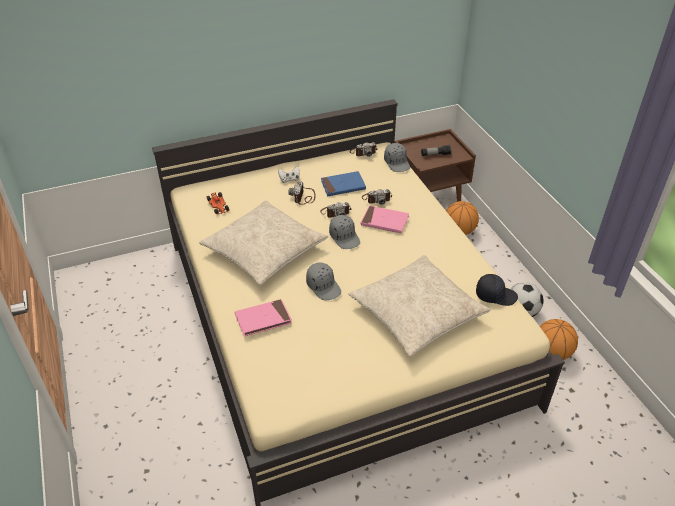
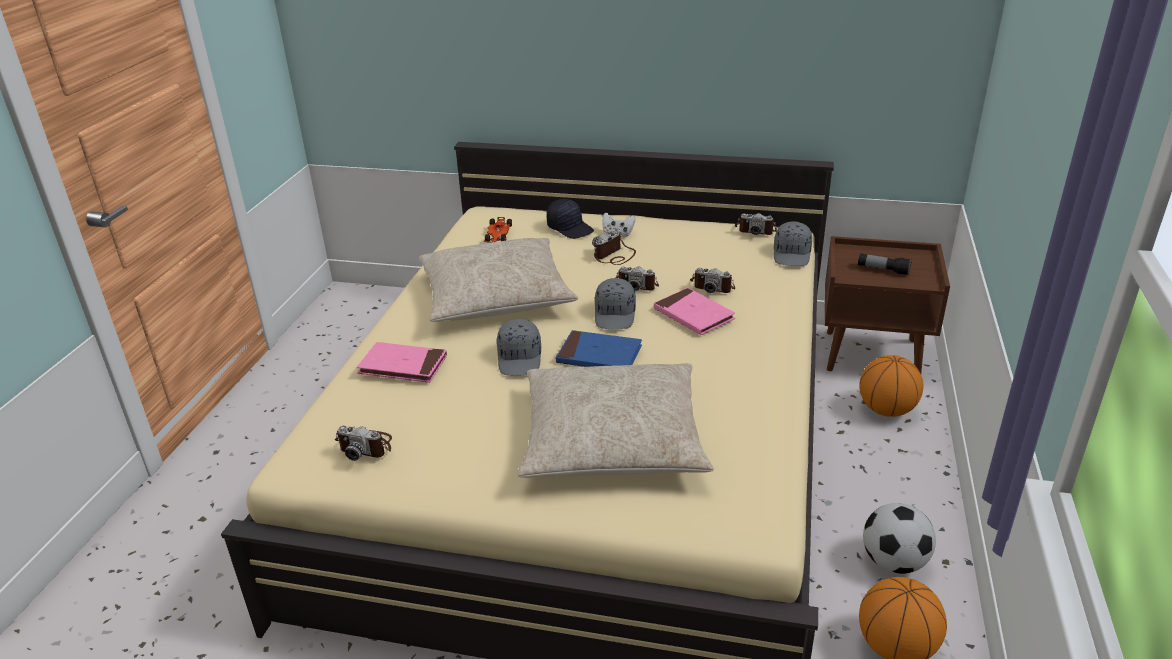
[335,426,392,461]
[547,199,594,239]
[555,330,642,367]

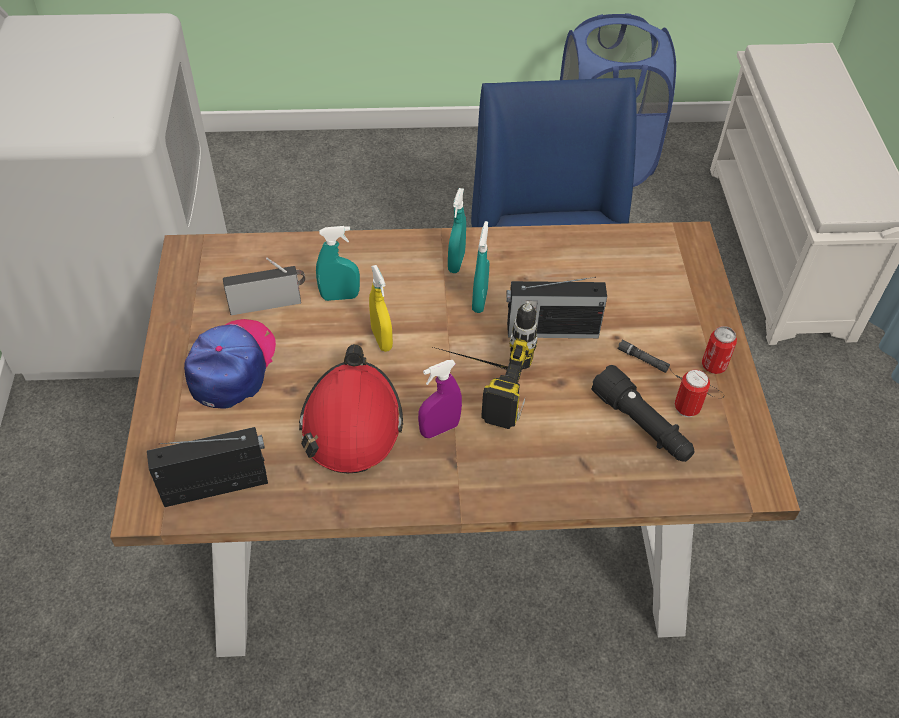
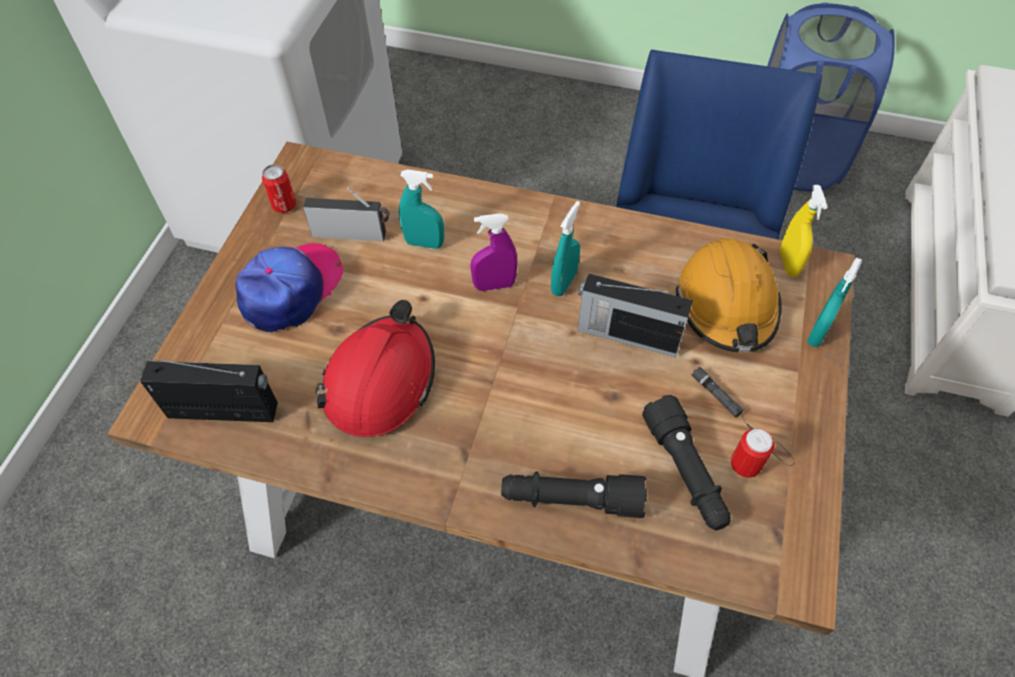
[262,164,296,213]
[470,213,518,291]
[501,471,647,518]
[676,238,782,352]
[780,185,827,277]
[807,257,862,347]
[433,301,538,429] (first image)

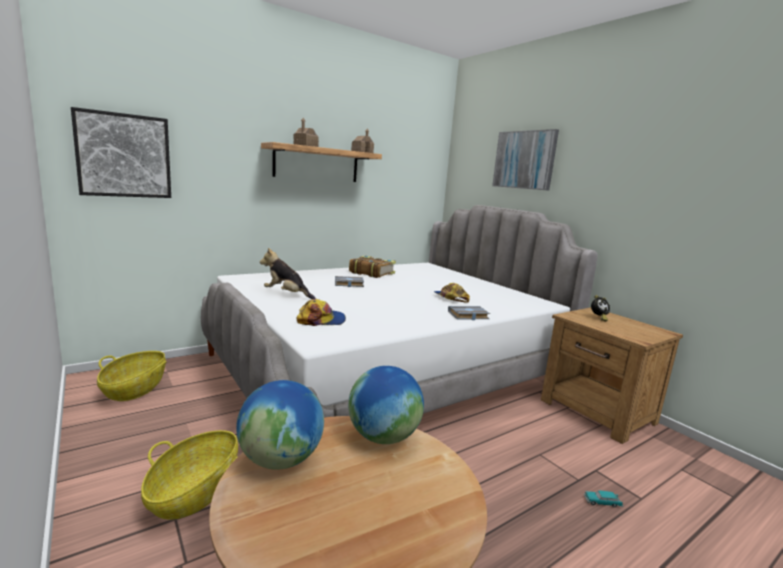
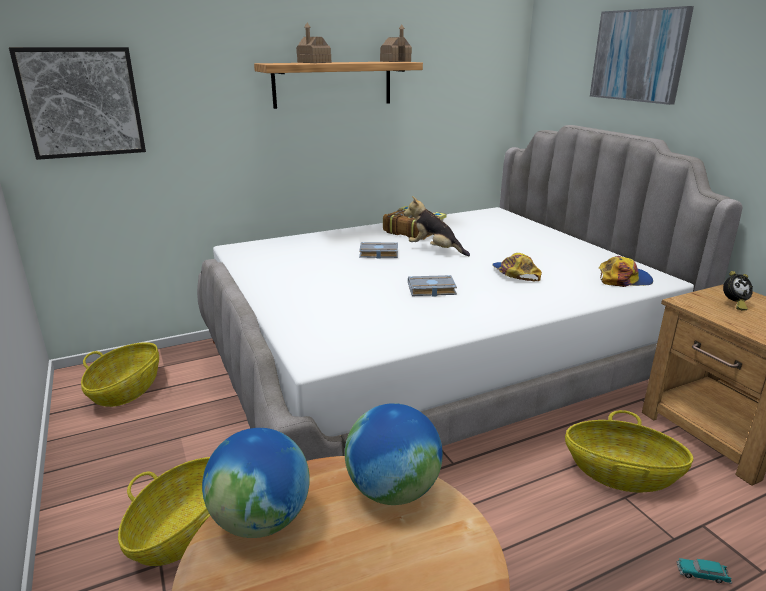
[404,196,470,256]
[408,275,457,297]
[565,410,693,493]
[599,256,653,287]

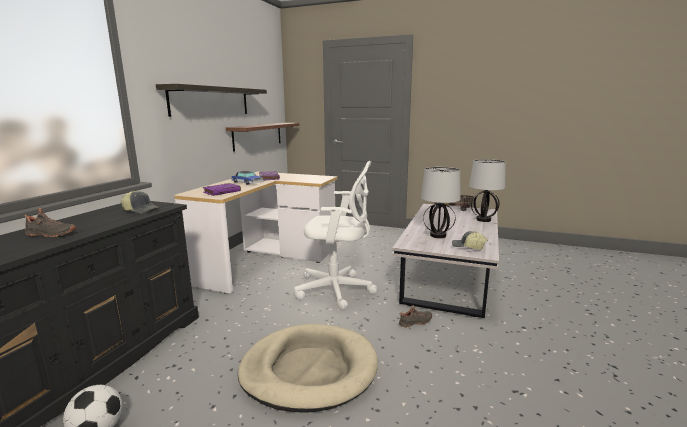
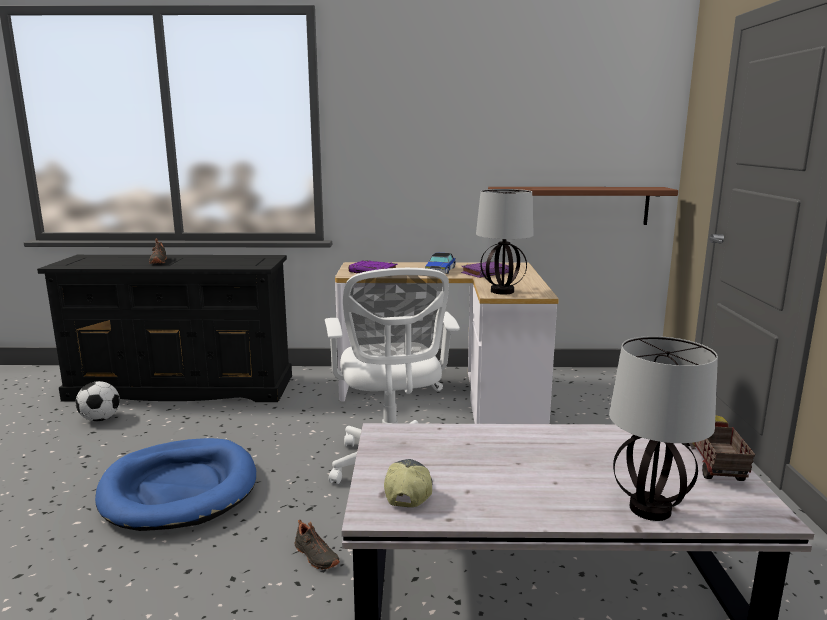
[95,438,256,531]
[476,189,534,294]
[121,191,160,214] (first image)
[156,84,267,117] (first image)

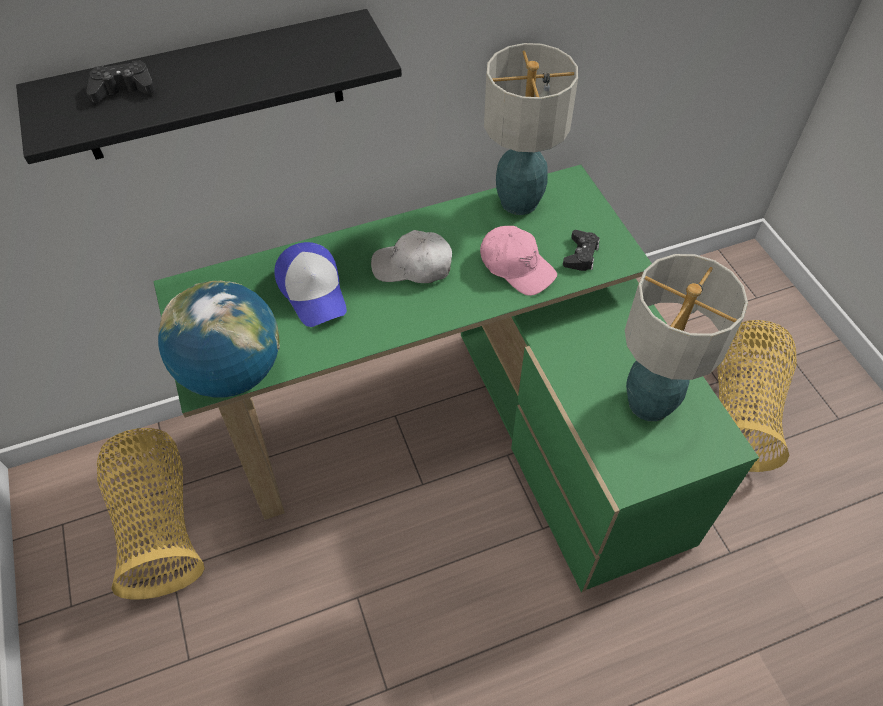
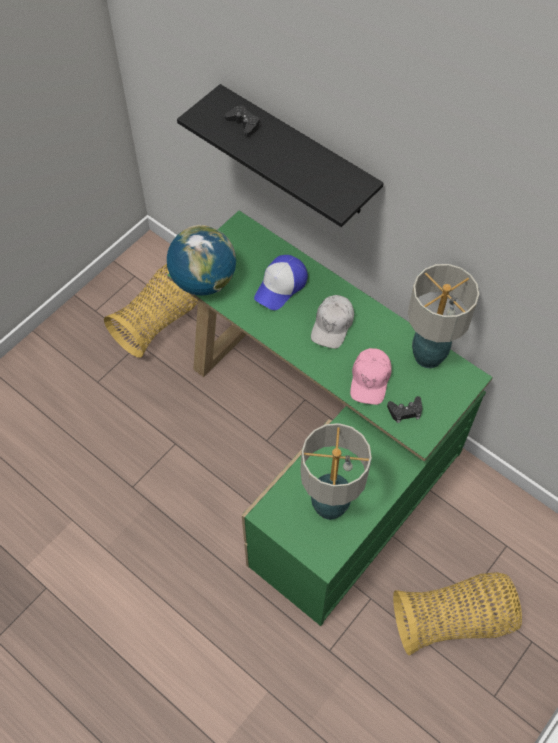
[311,295,354,349]

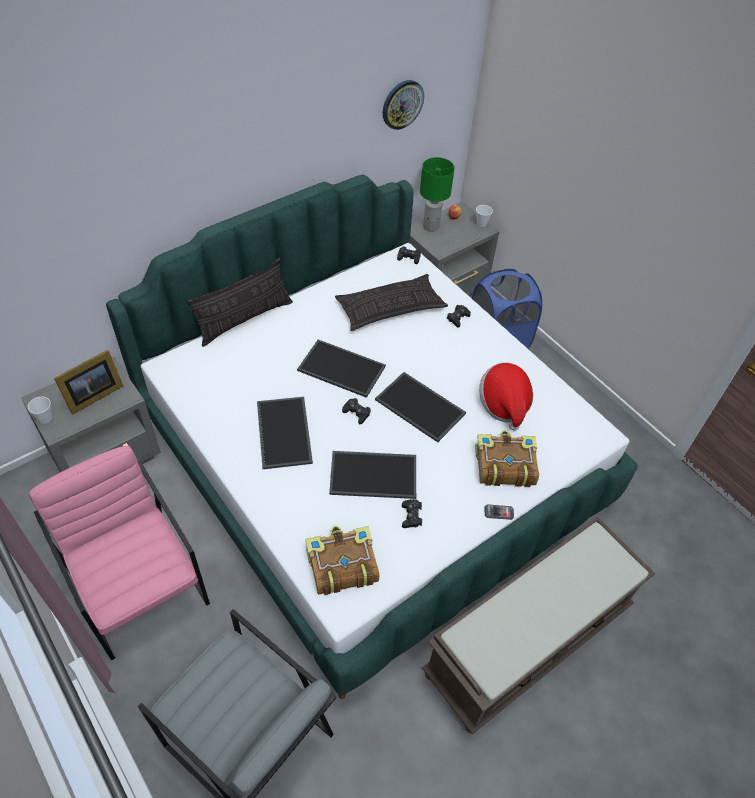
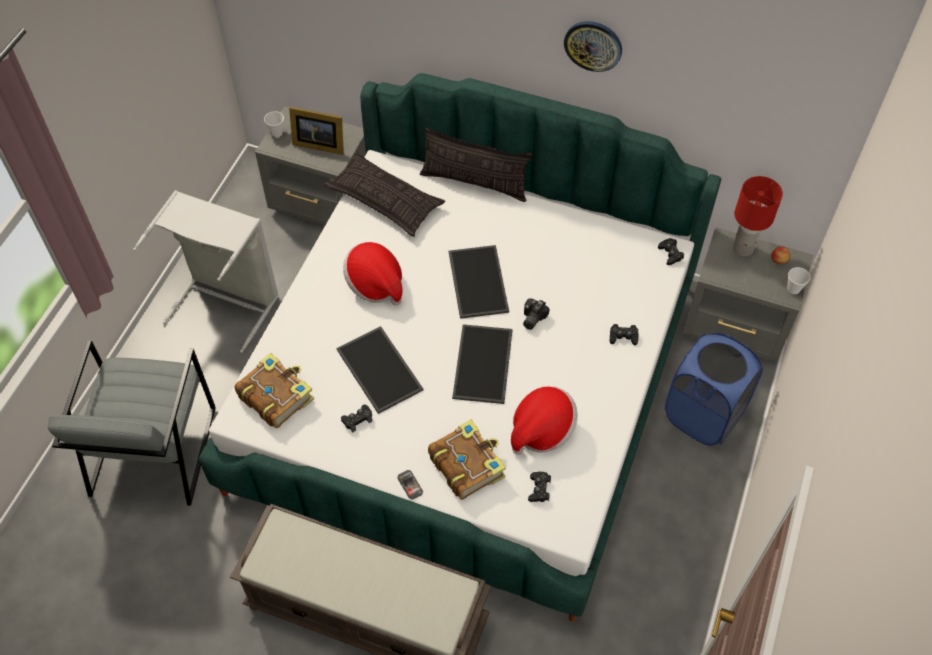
[133,190,279,353]
[324,153,445,237]
[343,242,403,306]
[523,298,549,330]
[528,472,551,502]
[564,21,622,72]
[733,176,783,257]

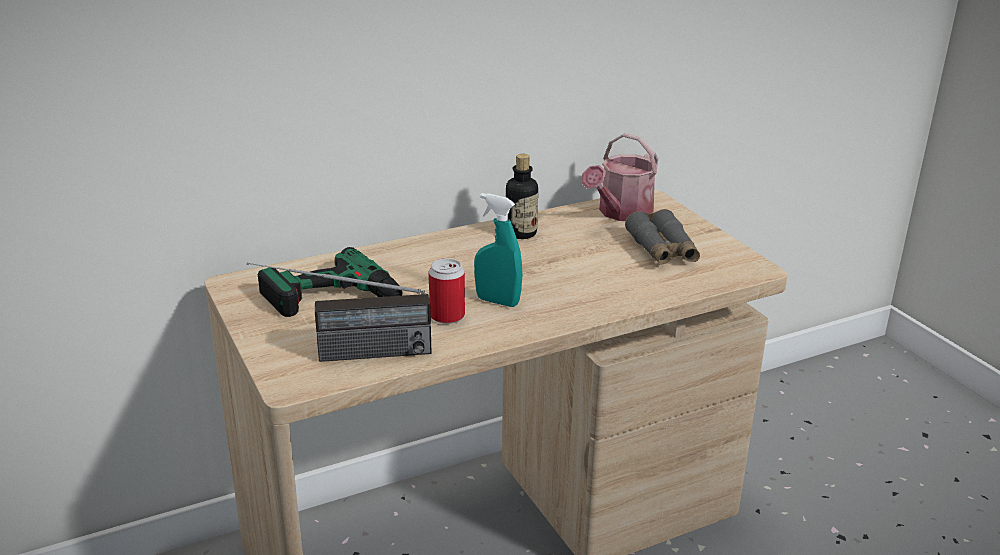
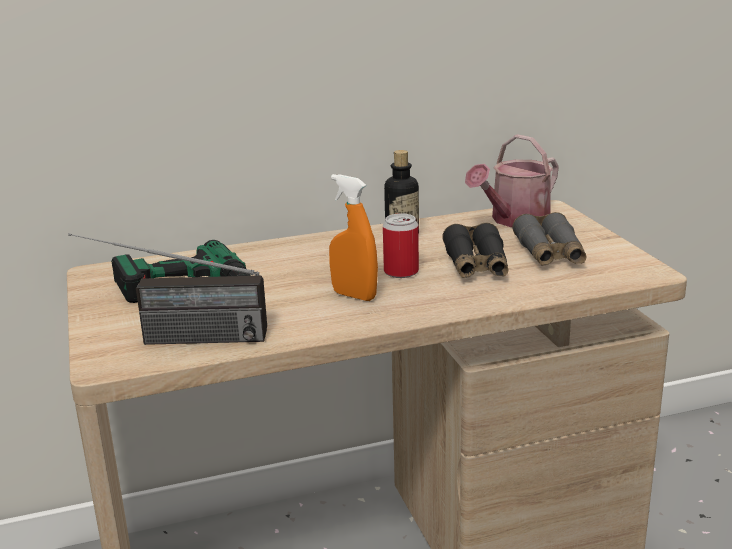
[329,174,378,301]
[383,213,419,278]
[442,222,508,278]

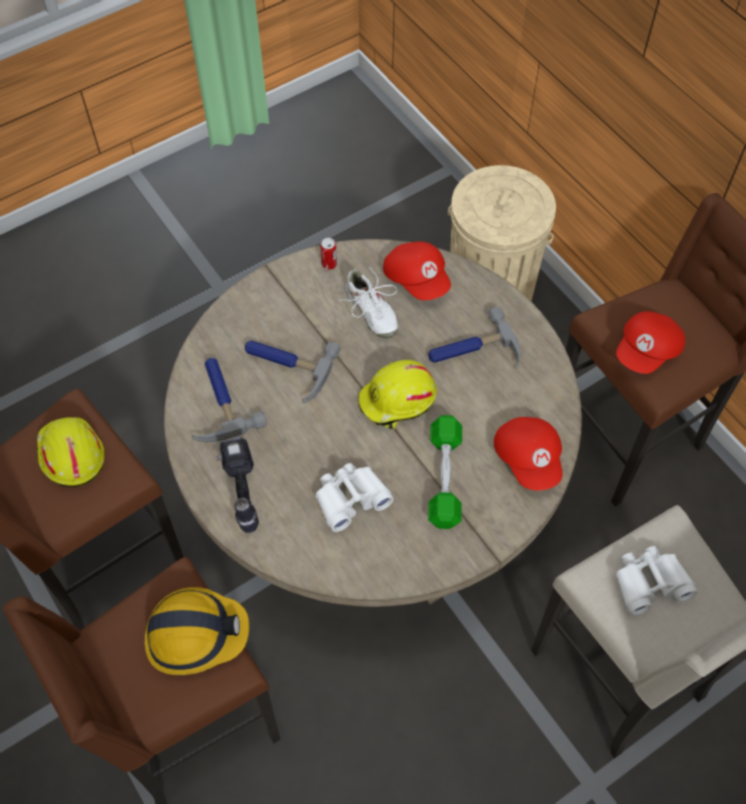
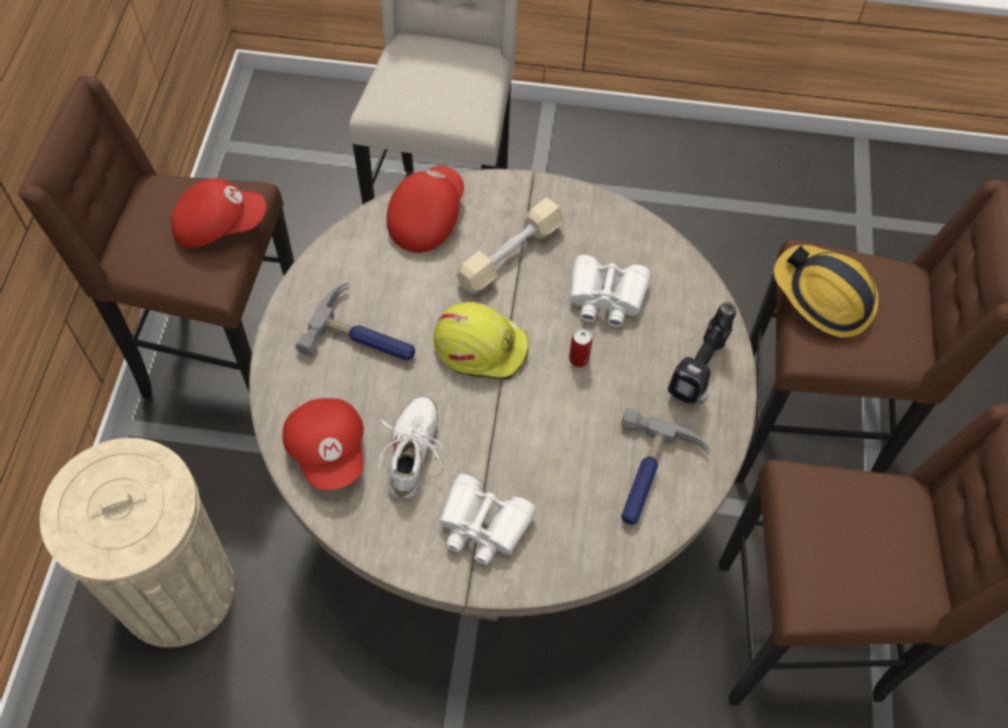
[283,398,364,490]
[439,474,536,565]
[456,197,564,294]
[569,328,593,367]
[37,417,104,487] (first image)
[245,340,341,404] (first image)

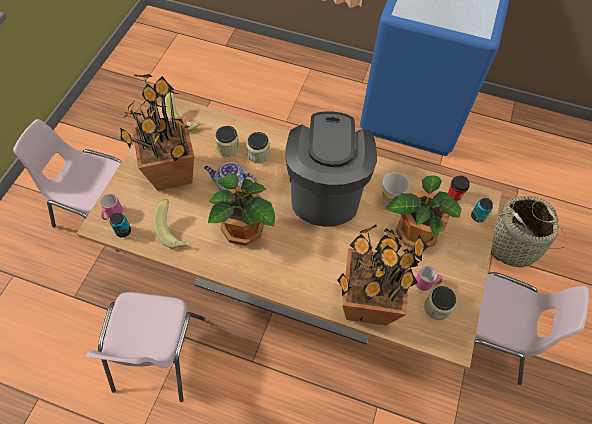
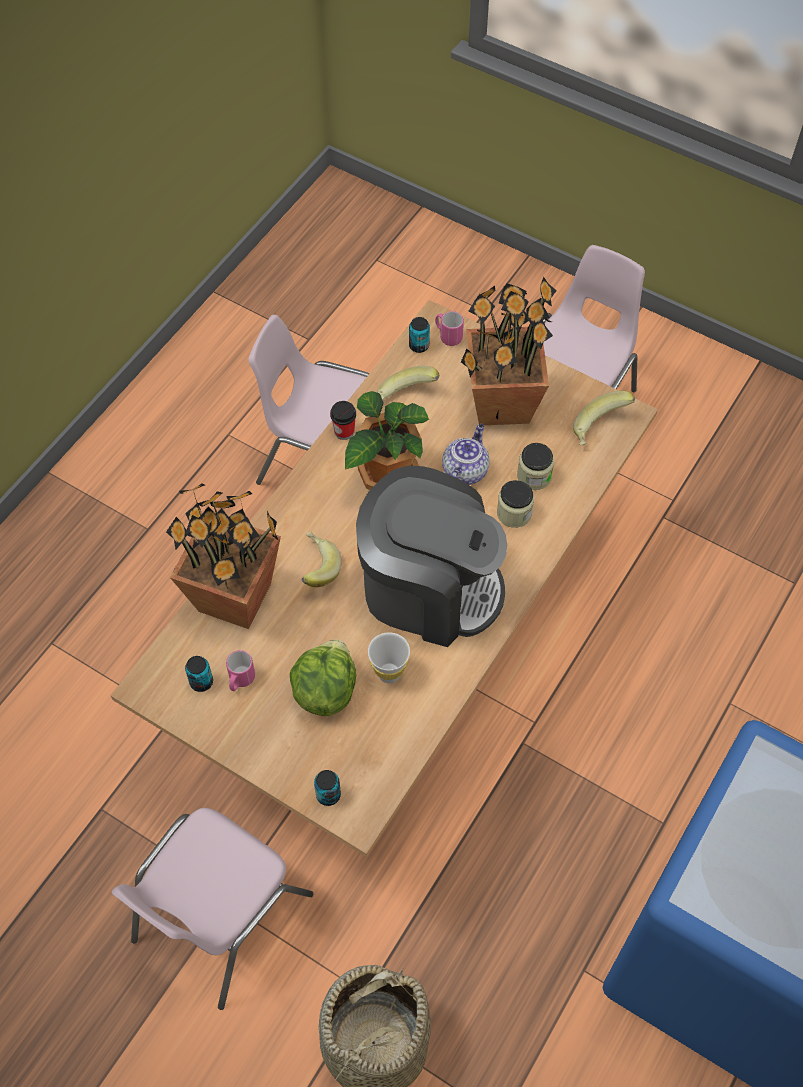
[185,656,213,692]
[290,639,356,716]
[302,531,342,588]
[330,401,356,440]

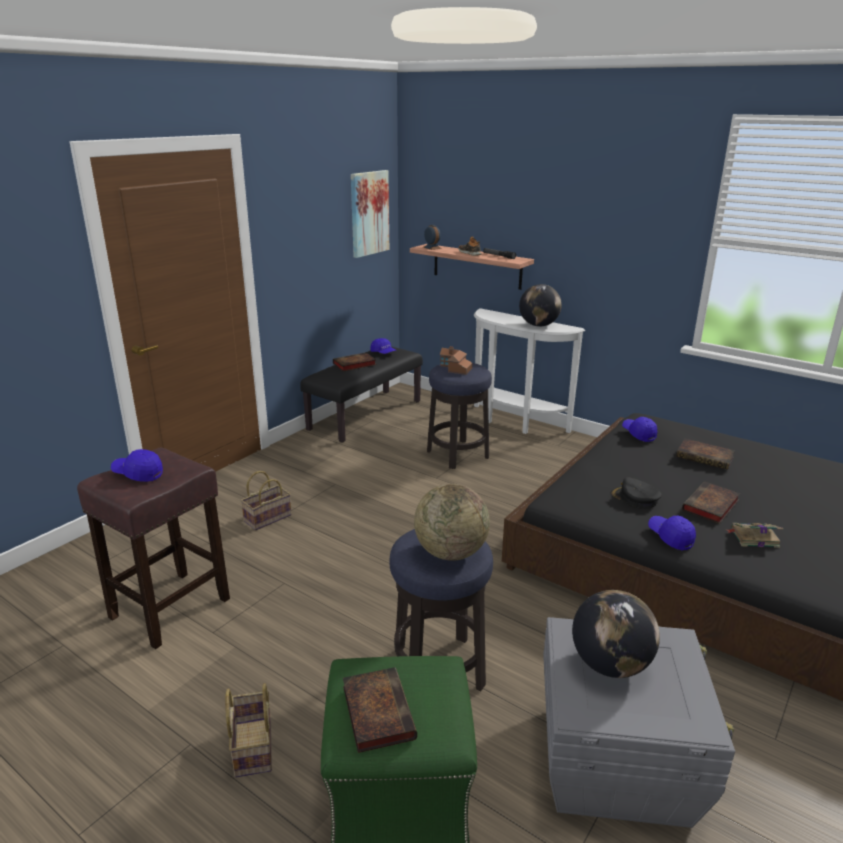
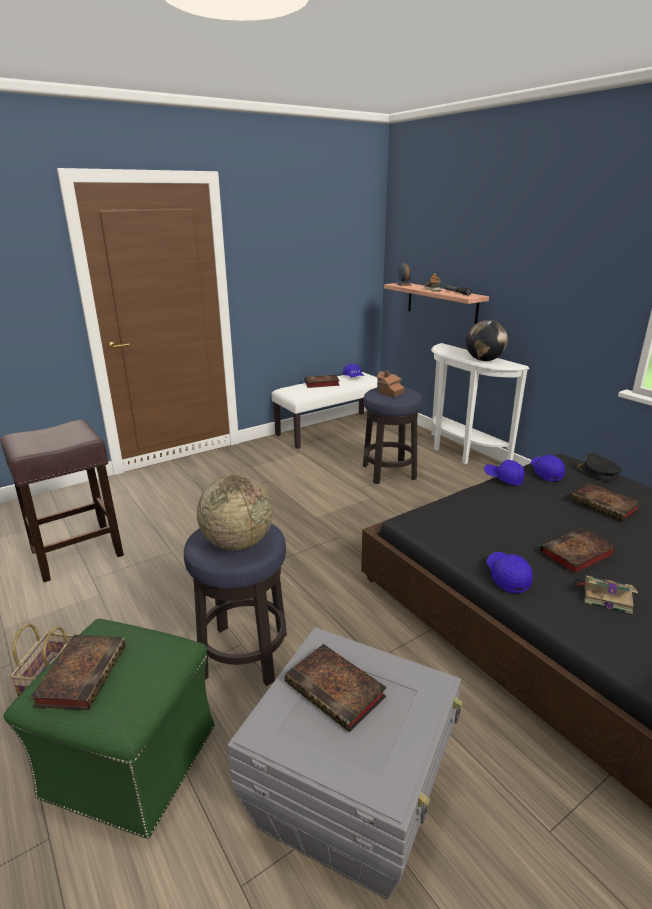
[272,372,385,449]
[285,644,387,732]
[484,460,525,486]
[576,453,622,480]
[240,471,292,530] (first image)
[351,170,389,258] (first image)

